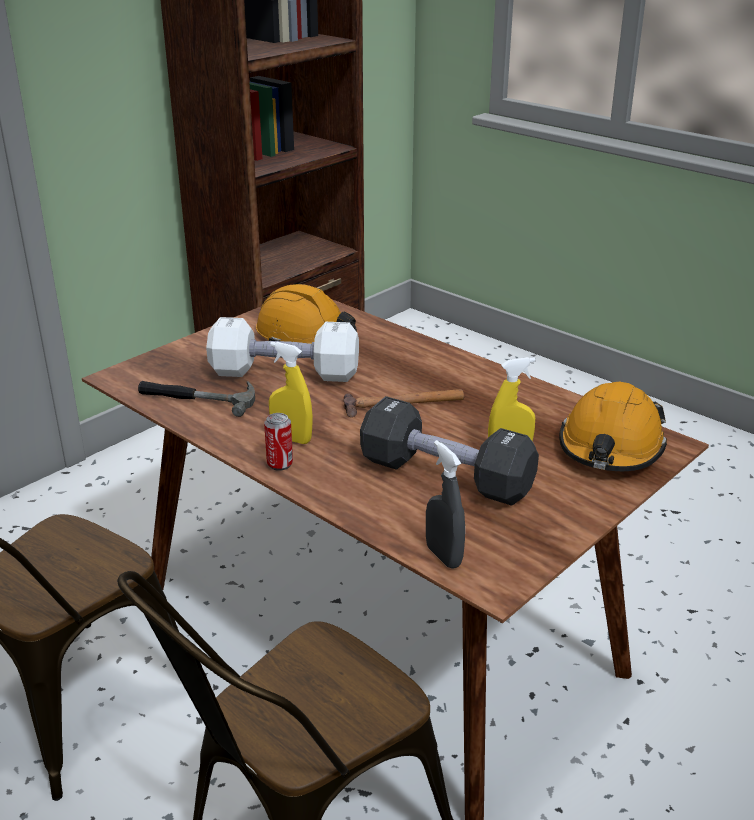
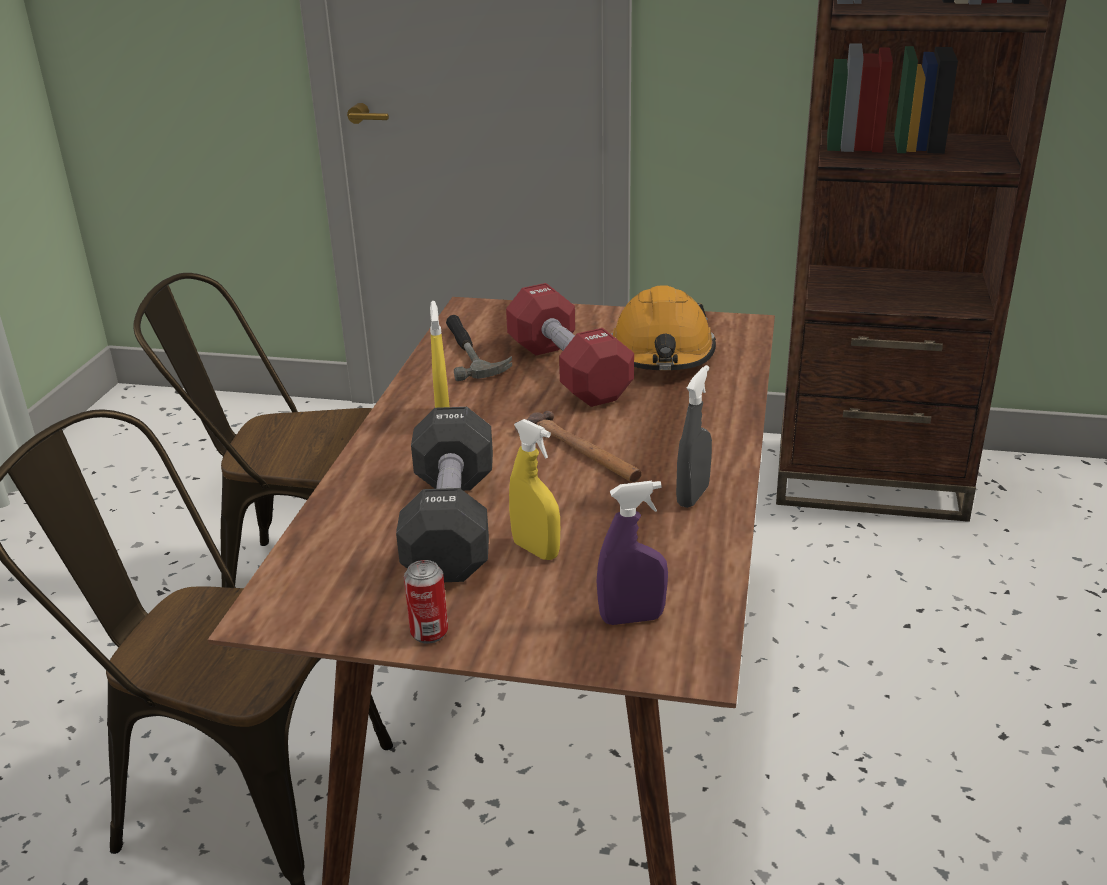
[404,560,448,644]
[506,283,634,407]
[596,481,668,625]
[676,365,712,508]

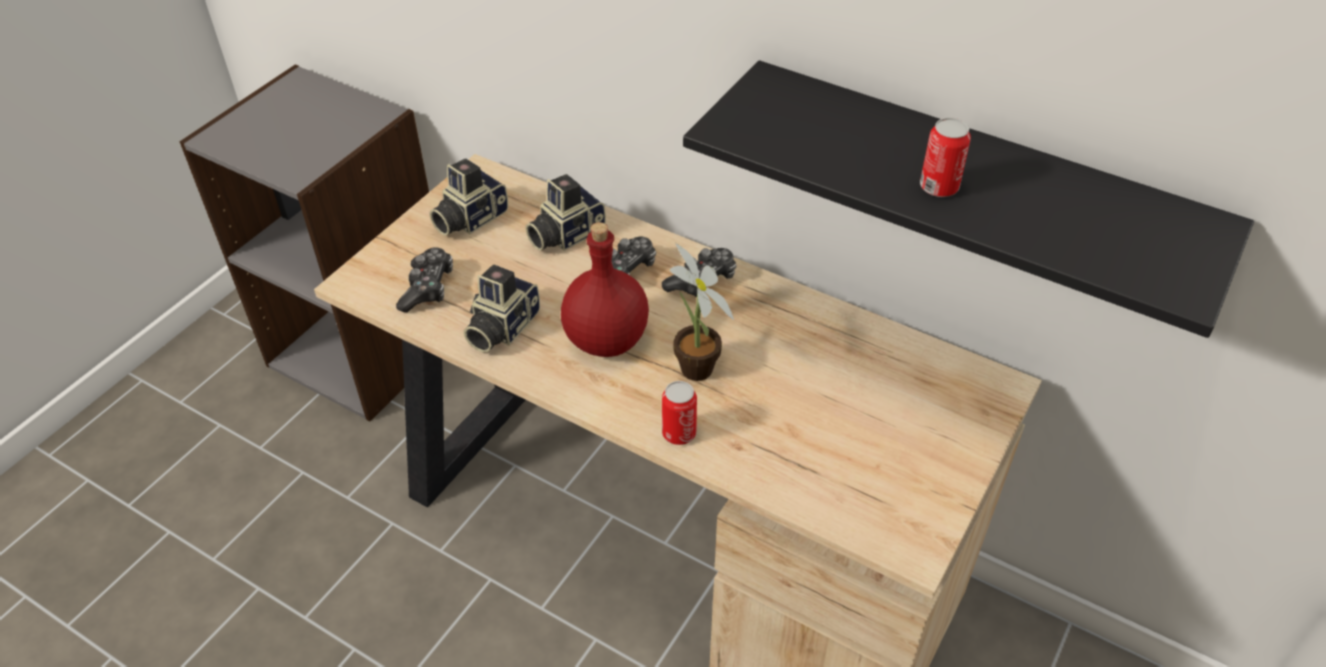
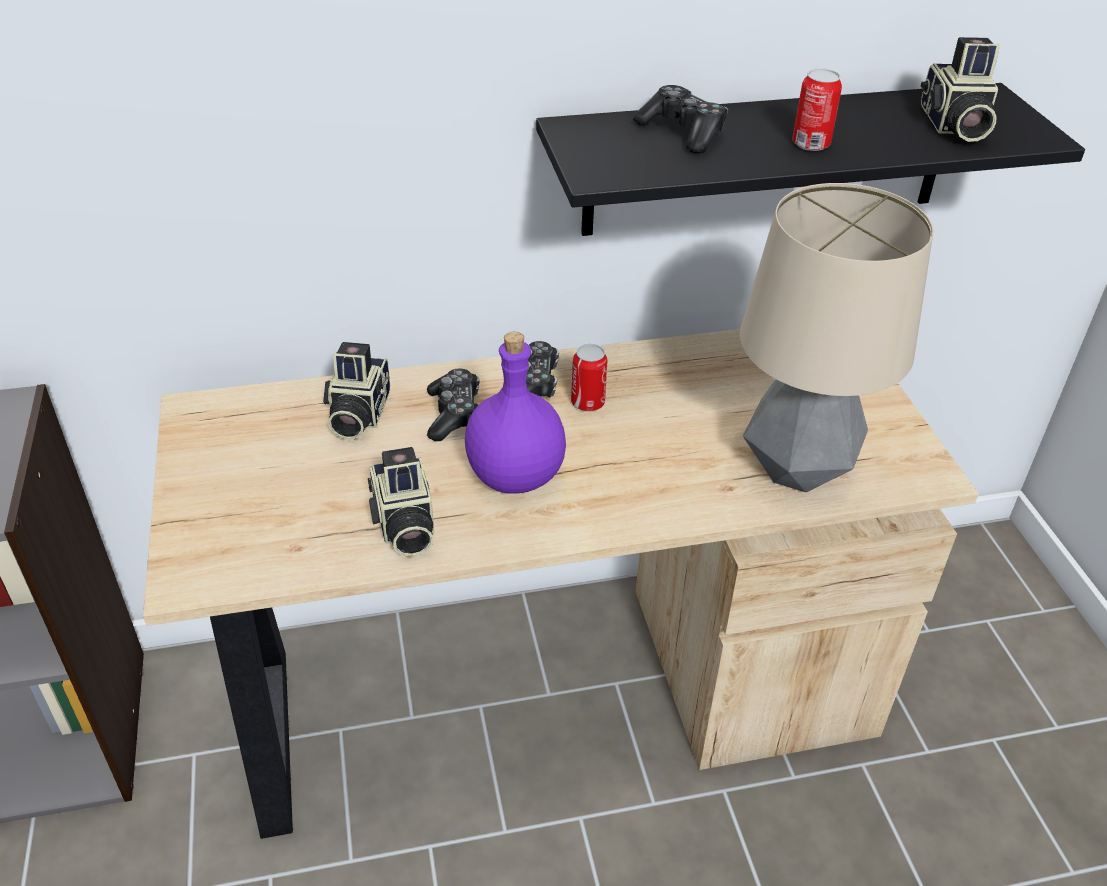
[465,332,566,493]
[571,344,608,412]
[633,85,728,153]
[740,183,934,492]
[921,37,1000,142]
[670,243,734,381] (first image)

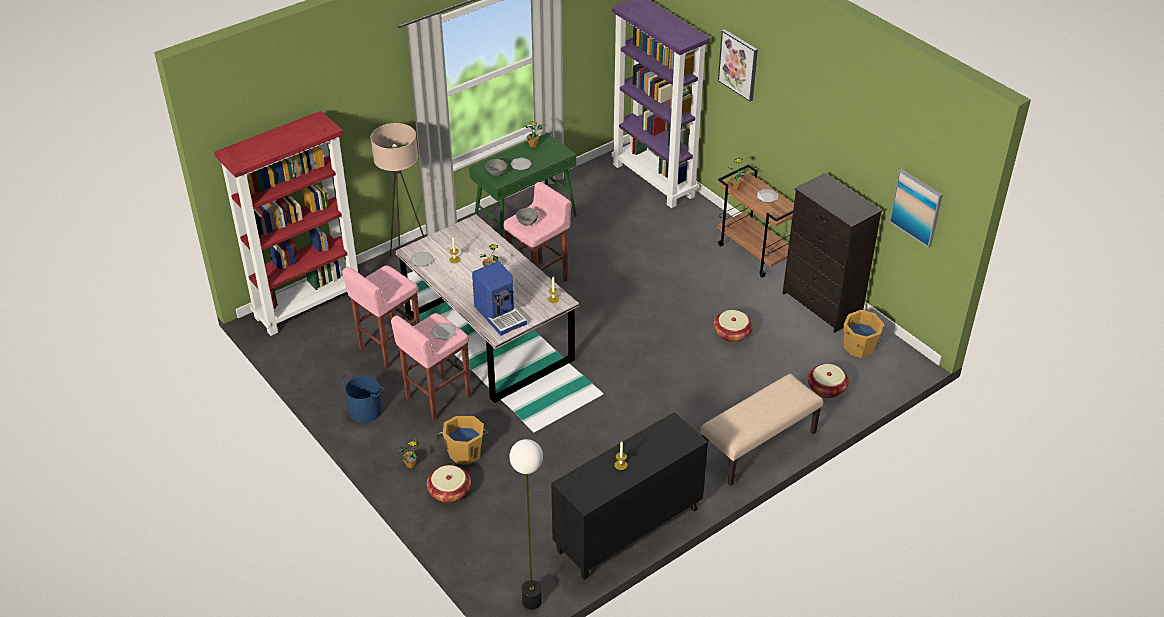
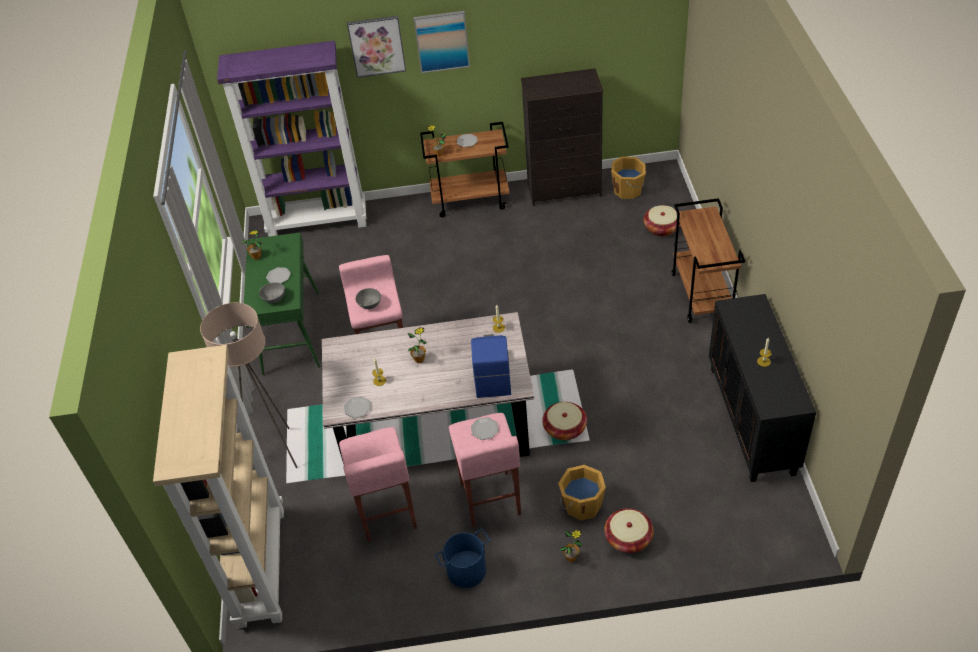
[153,345,284,628]
[413,11,470,73]
[471,334,511,398]
[542,402,587,441]
[671,198,745,323]
[509,439,543,610] (first image)

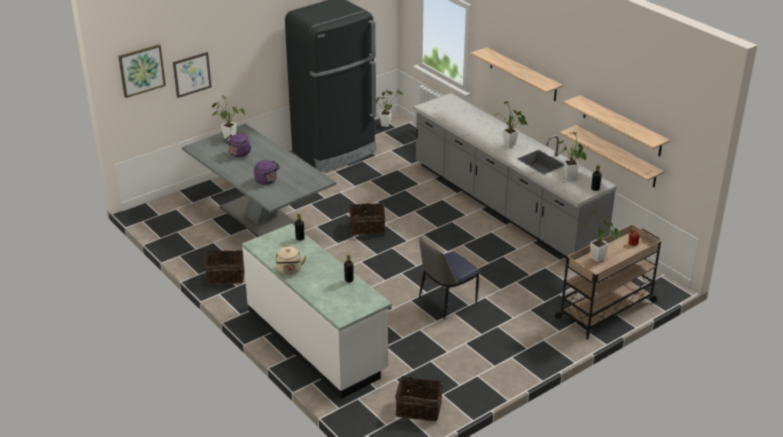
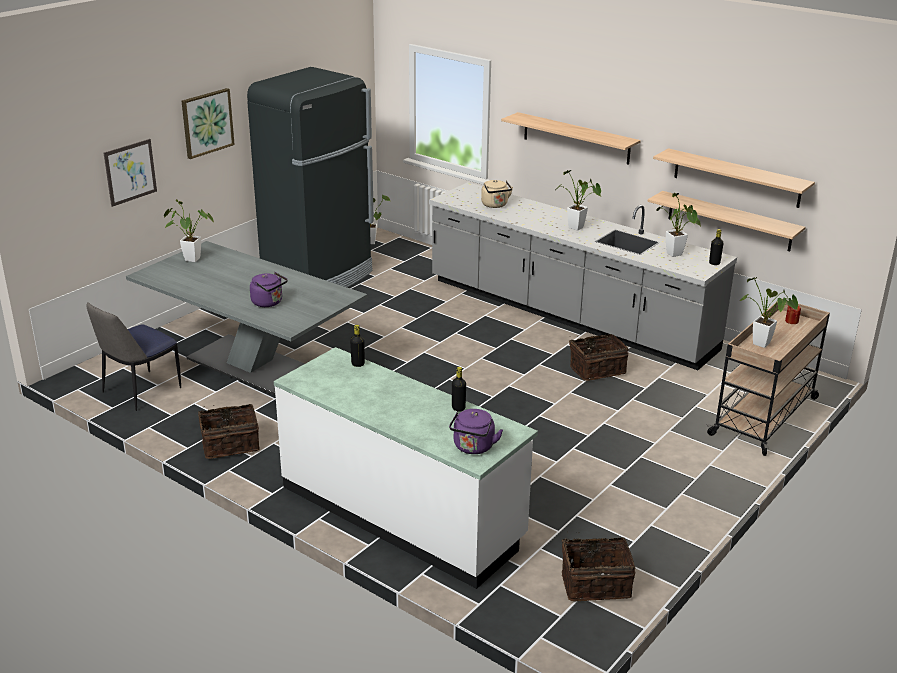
[86,302,181,411]
[182,88,235,159]
[449,409,503,454]
[481,180,513,208]
[569,334,629,381]

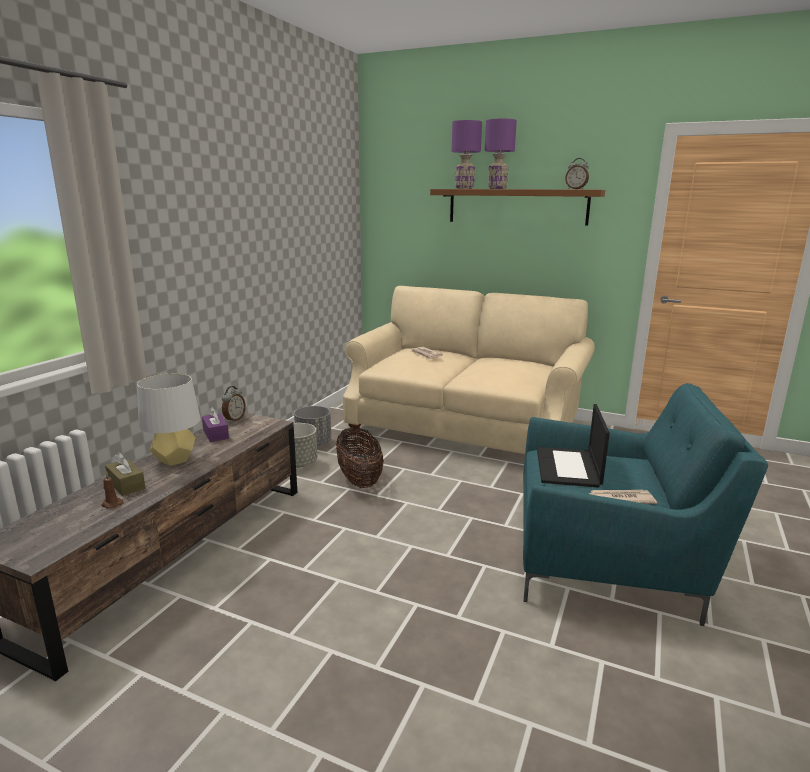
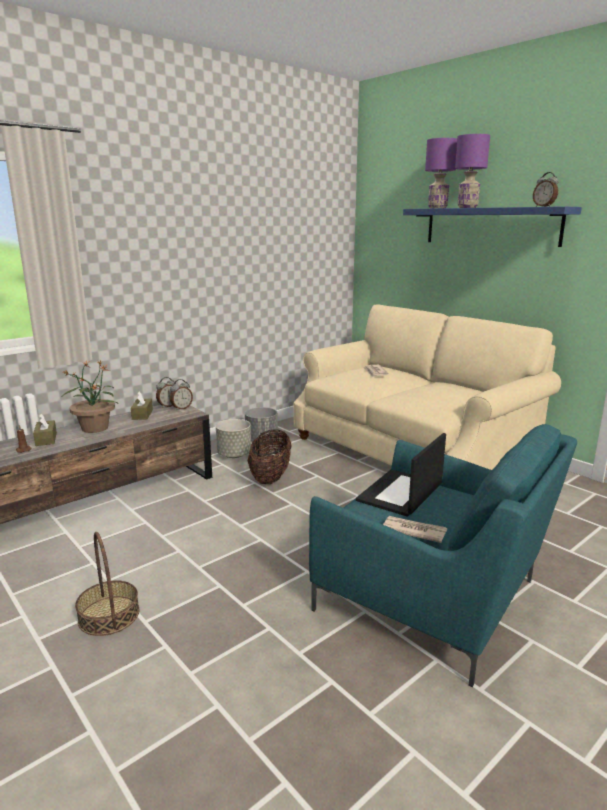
[61,360,117,433]
[75,532,139,636]
[131,392,153,420]
[170,379,193,410]
[403,206,582,247]

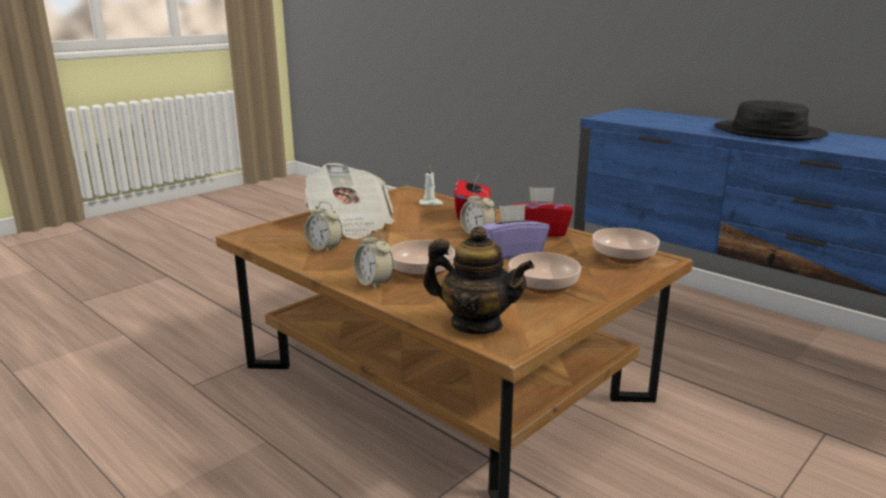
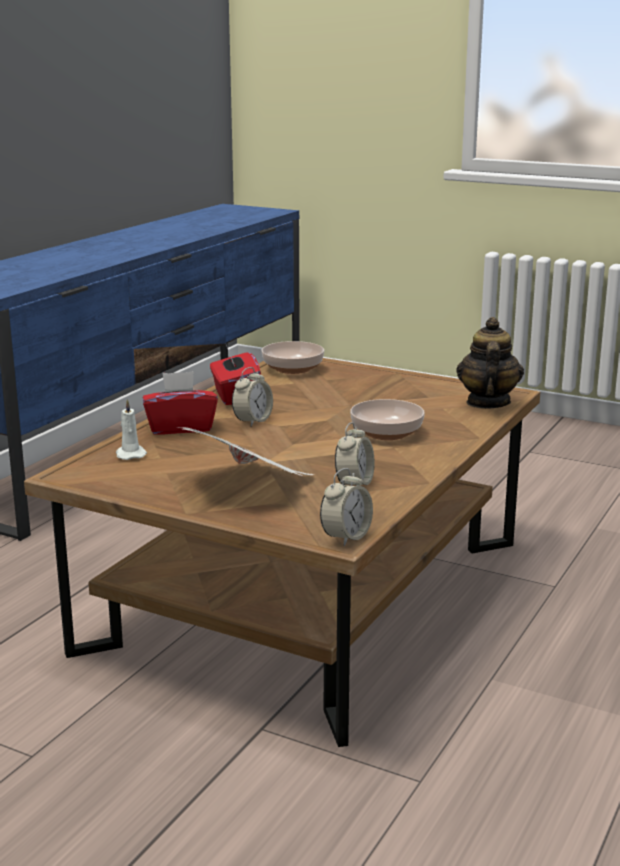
[320,468,373,546]
[481,204,550,259] (first image)
[509,252,581,294] (first image)
[714,100,828,141] (first image)

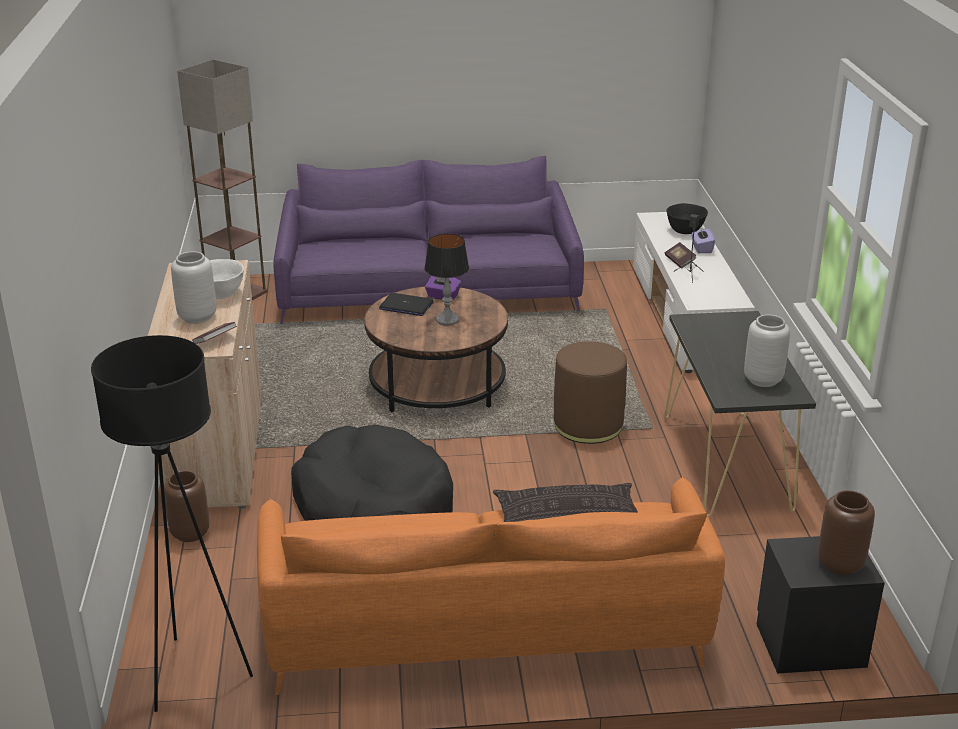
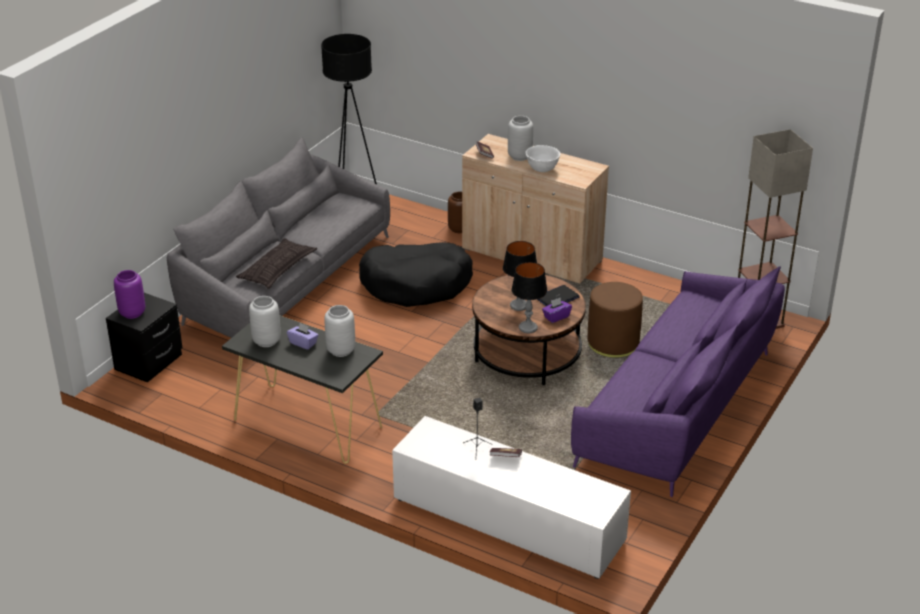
[114,270,145,319]
[167,137,390,338]
[287,323,318,350]
[324,305,355,357]
[511,262,547,333]
[587,282,643,358]
[666,203,708,234] (first image)

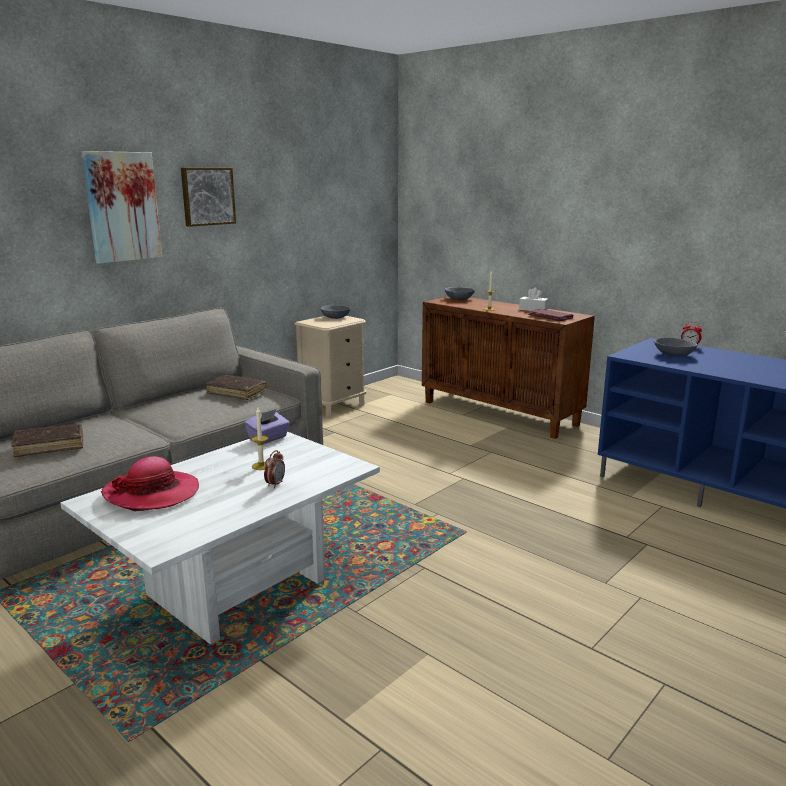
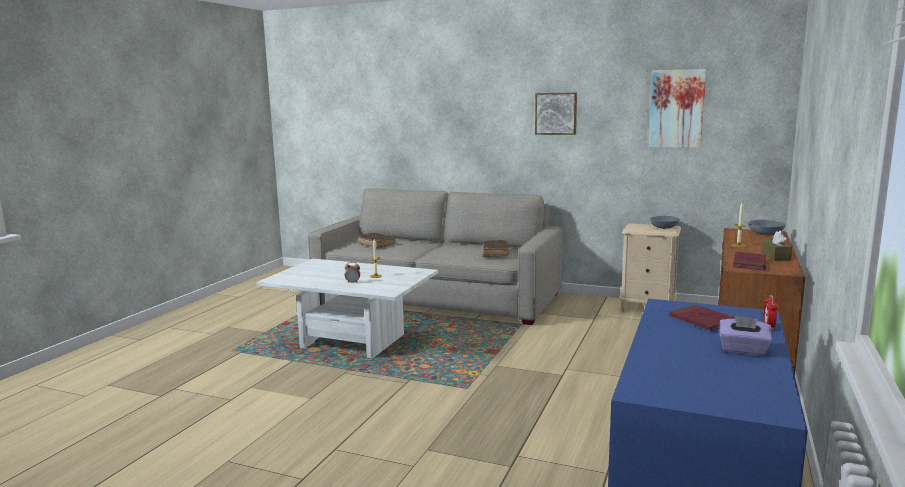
[649,69,706,148]
[669,305,735,331]
[720,316,772,356]
[762,231,792,260]
[101,456,199,512] (first image)

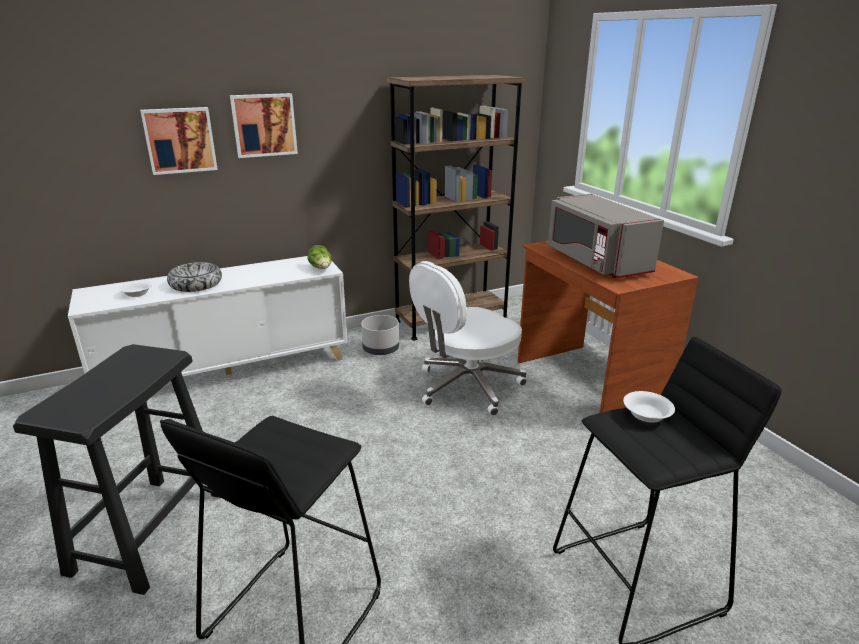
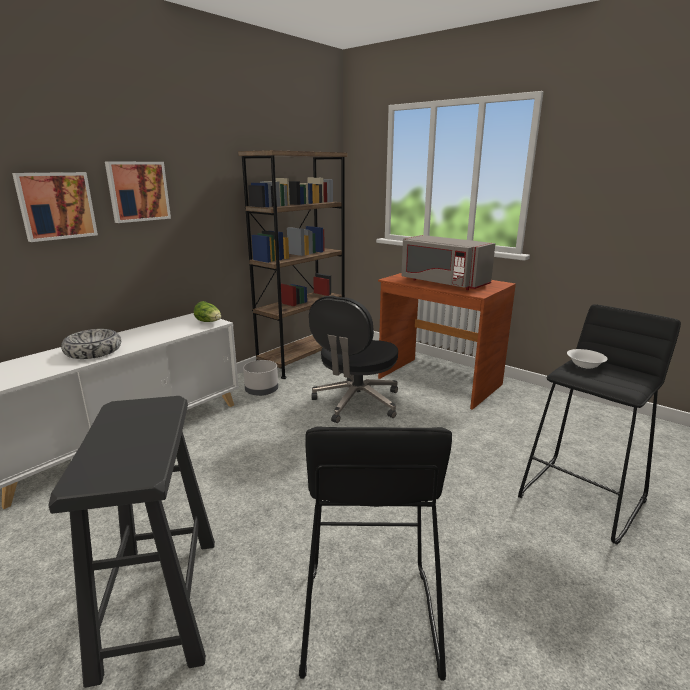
[309,296,398,423]
[119,281,152,297] (first image)

